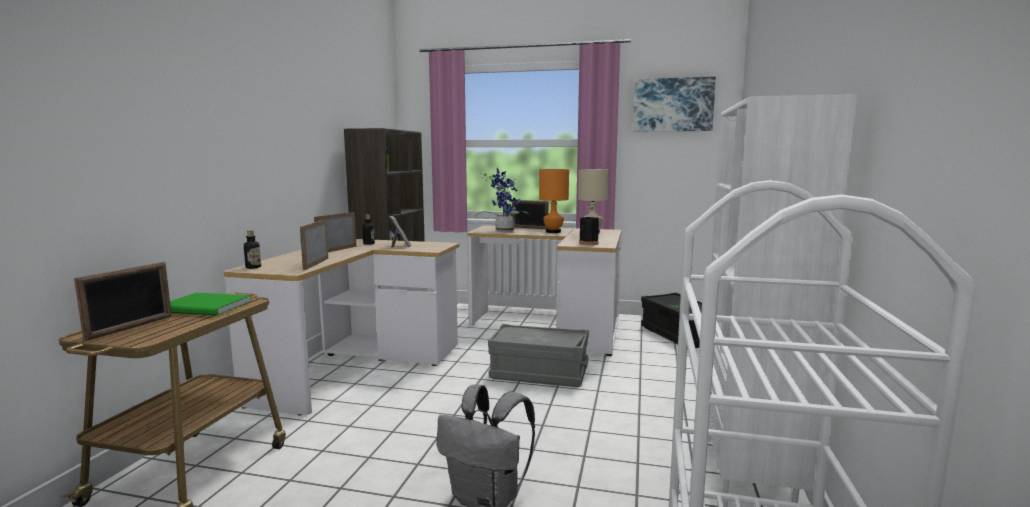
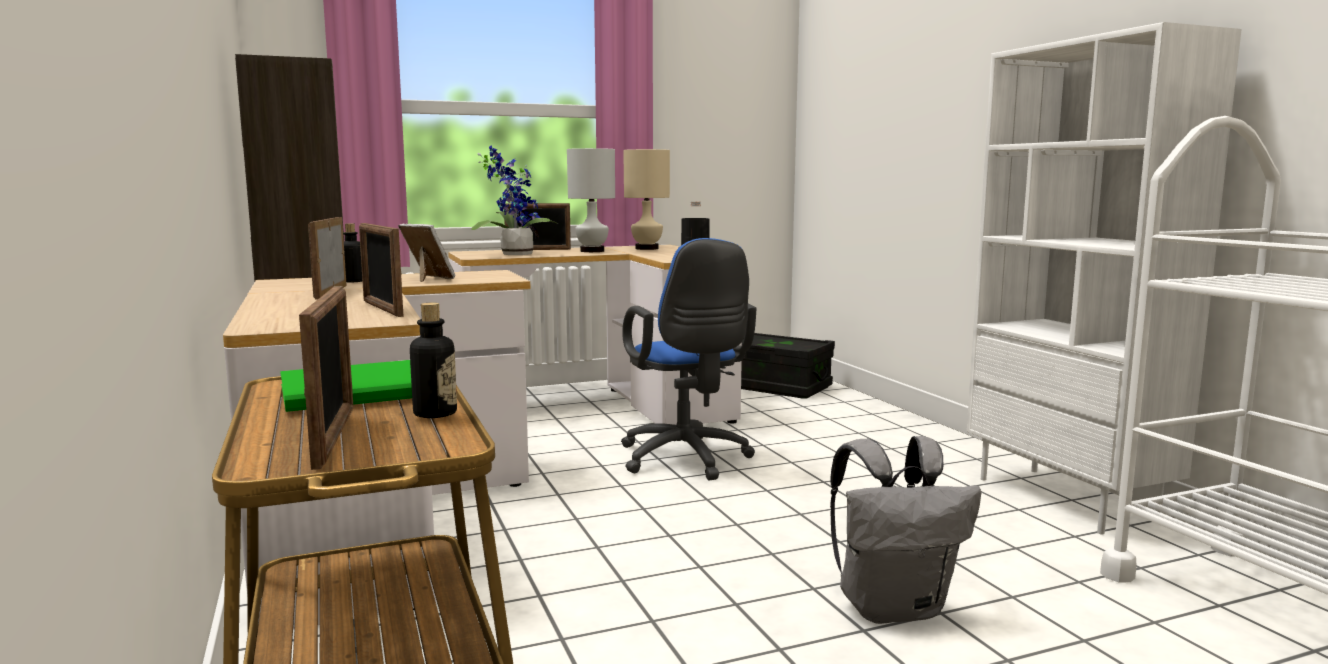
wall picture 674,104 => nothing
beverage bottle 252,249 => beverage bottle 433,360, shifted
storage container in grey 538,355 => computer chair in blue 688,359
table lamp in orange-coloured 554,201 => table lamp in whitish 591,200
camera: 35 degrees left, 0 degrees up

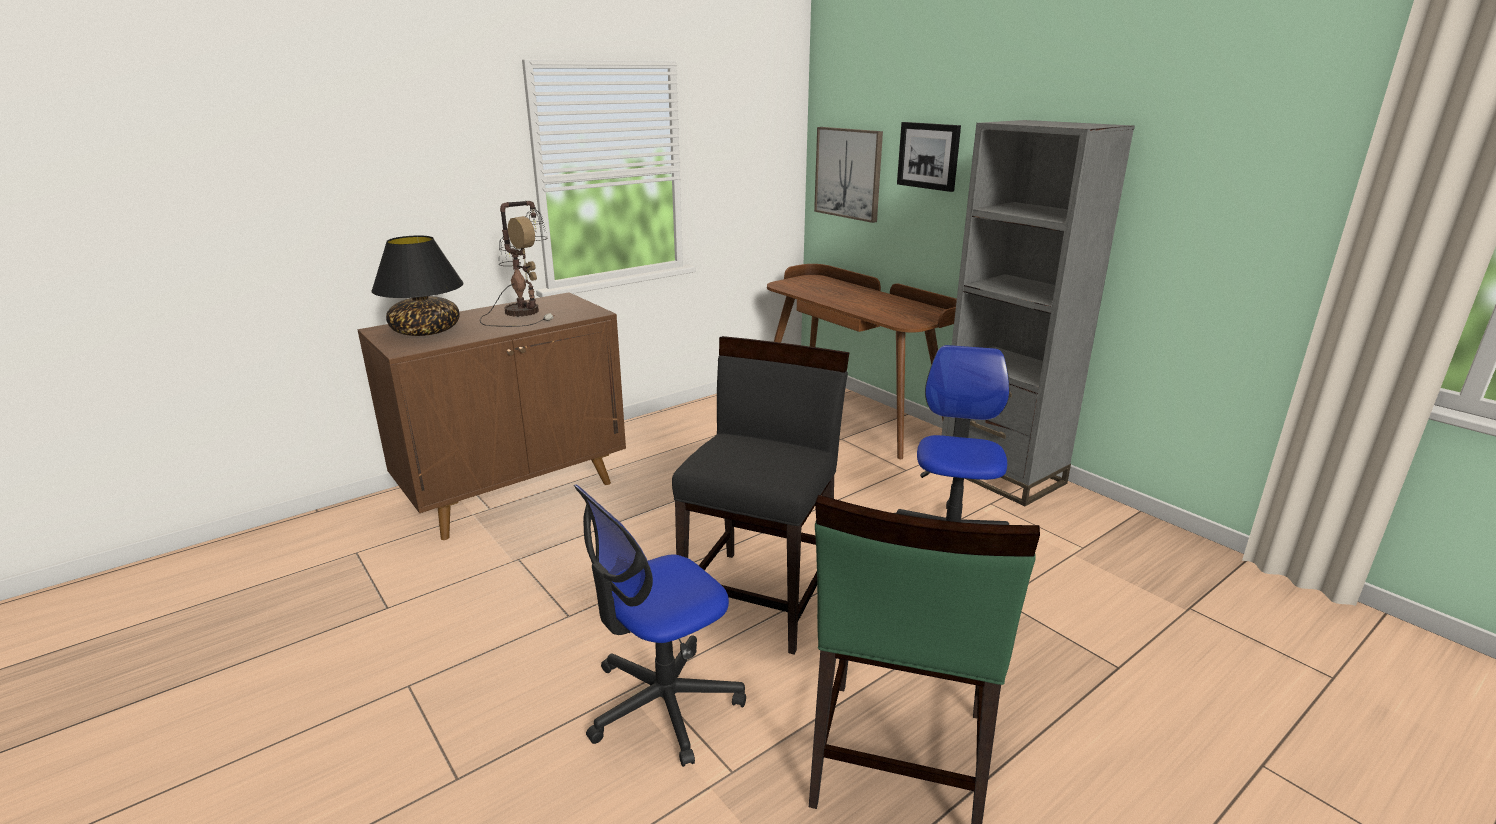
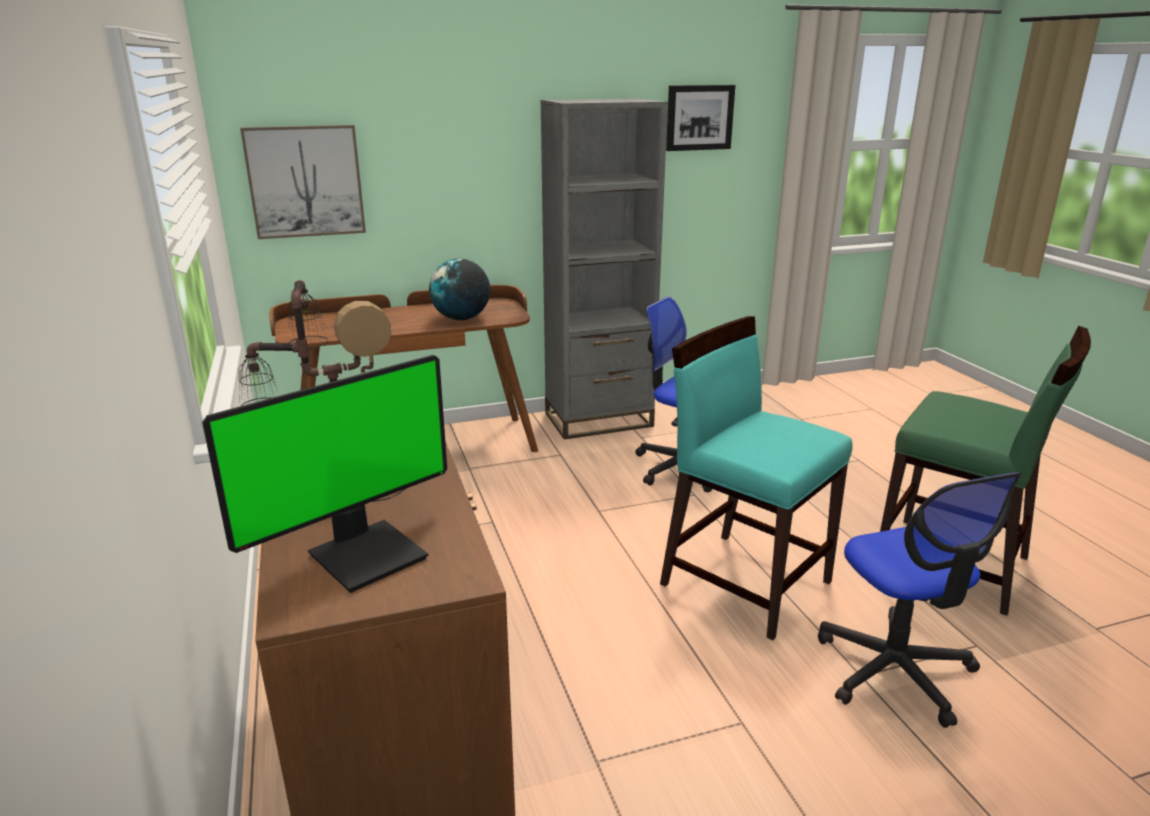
nothing => globe 459,289
wall picture 929,157 => wall picture 700,118, shifted
table lamp in black 417,285 => monitor 324,474
plain chair in black 760,495 => plain chair in turquoise-coloured 756,478
camera: 70 degrees left, 0 degrees up

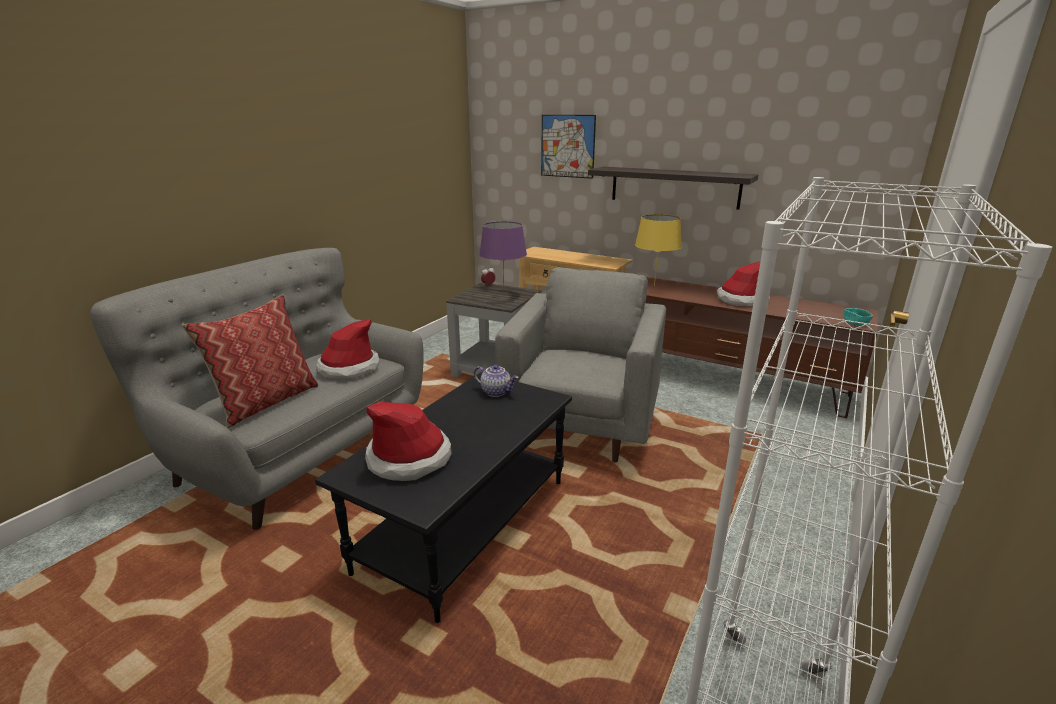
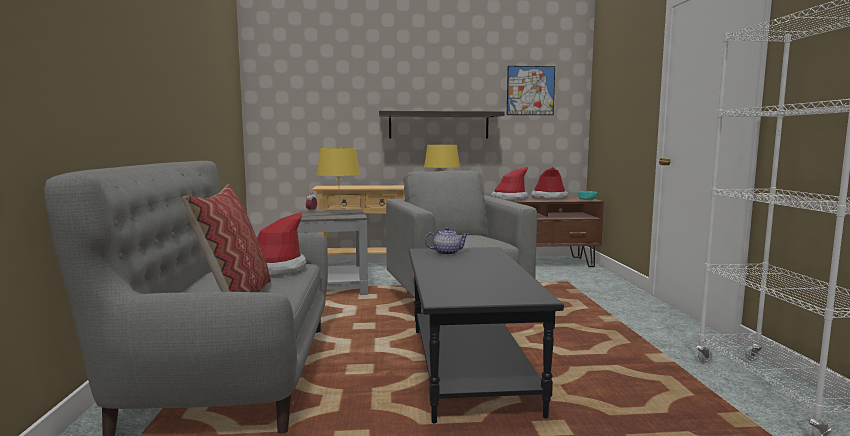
hat 408,441 => hat 549,183, shifted
wall picture 568,147 => wall picture 531,90, shifted
table lamp in purple-coloured 503,255 => table lamp in yellow 338,180
camera: 35 degrees left, 15 degrees down

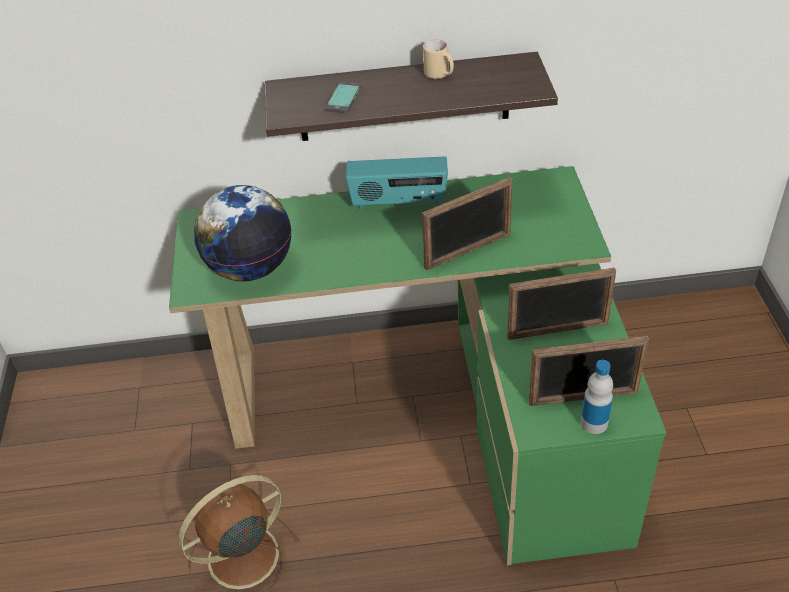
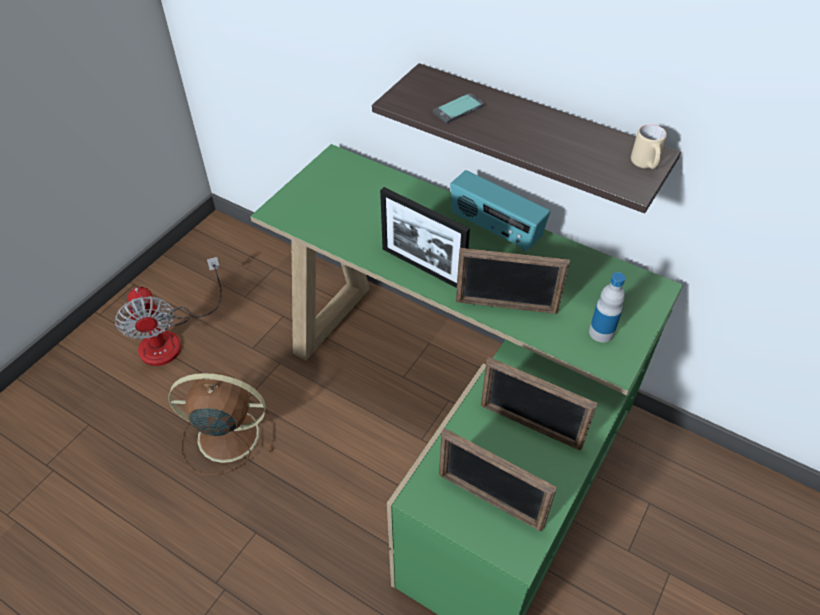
globe 242,233 => nothing
nothing => cooling fan 168,311
nothing => standing frame 425,237
mug in sand-coloured 438,59 => mug in sand-coloured 649,146, shifted
beverage bottle 597,397 => beverage bottle 607,307, shifted
camera: 35 degrees right, 5 degrees up

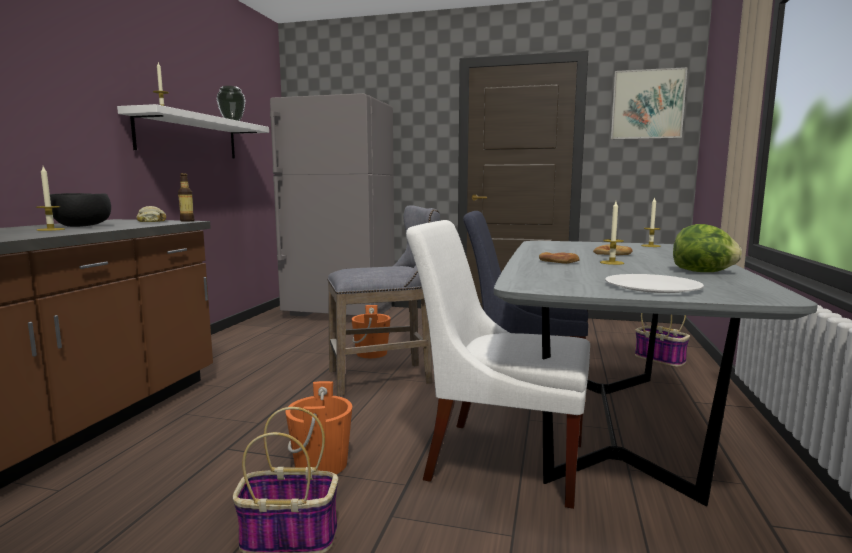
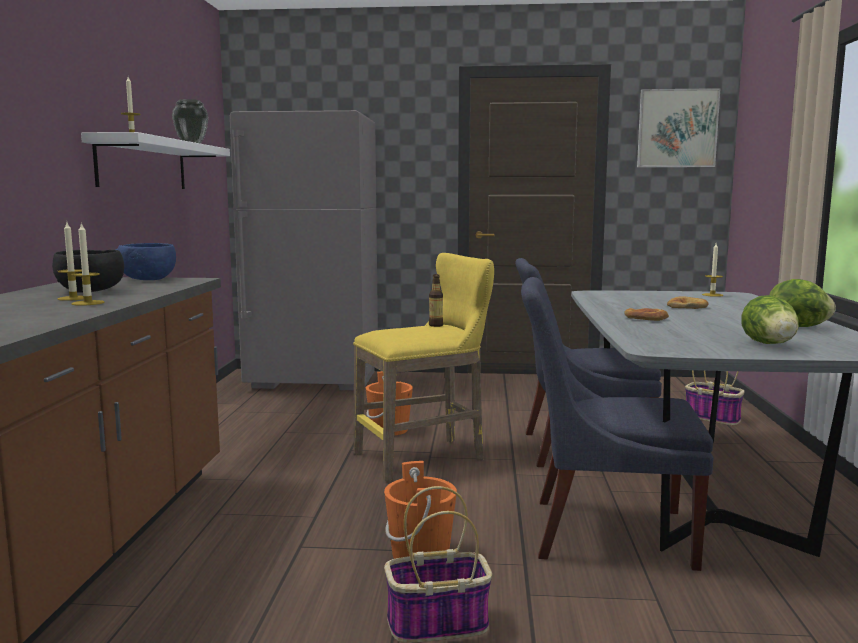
beverage bottle 186,197 => beverage bottle 436,300, shifted
candle 612,233 => candle 87,264, shifted
bread 151,214 => serving bowl in blue 146,261
plate in whitish 654,283 => lettuce head 770,319
sitting stool in grey 383,300 => sitting stool in yellow 423,367
plain chair in whitish 498,364 => plain chair in blue 617,424
camera: 10 degrees left, 0 degrees up

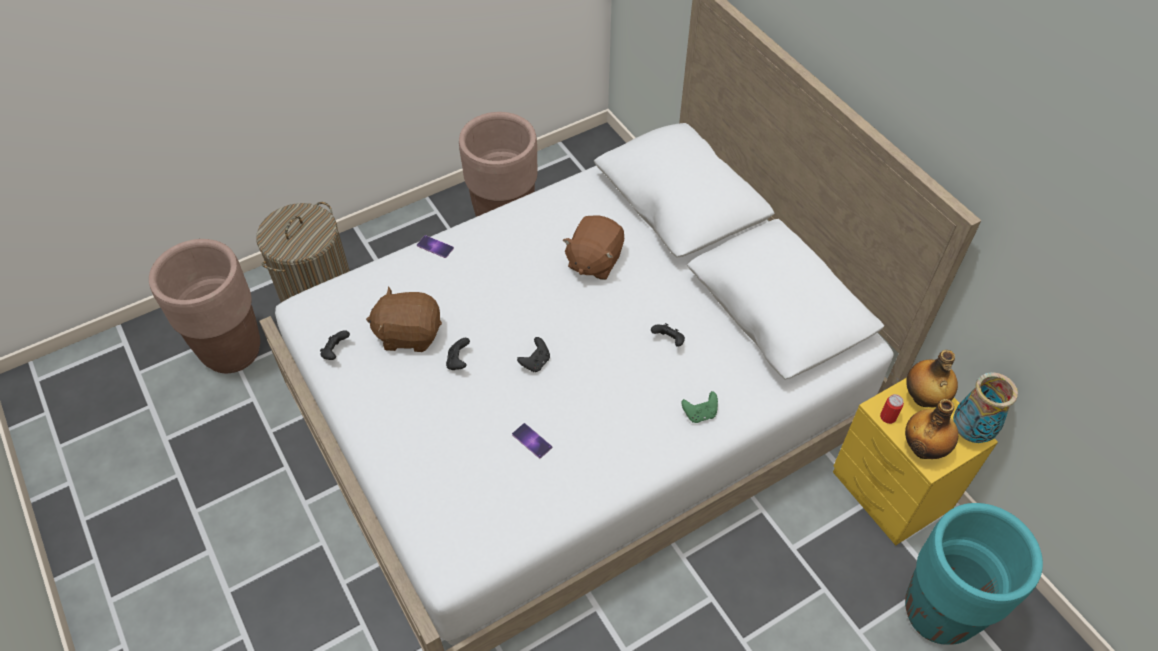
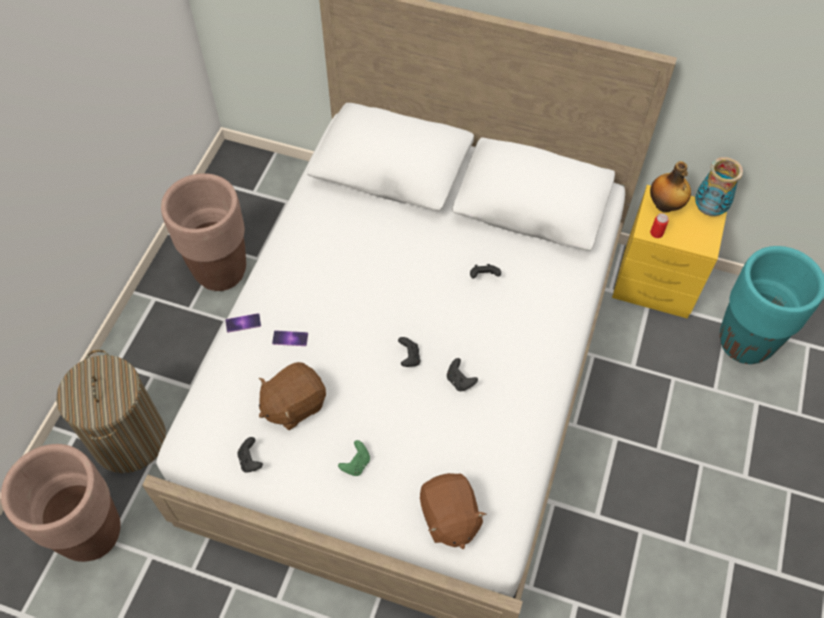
beverage bottle 931,429 => nothing
joypad in black 458,354 => joypad in black 462,374, shifted
telephone 532,440 => telephone 290,338, shifted
soft toy in brownish 593,247 => soft toy in brownish 453,511, shifted
joypad in green 699,407 => joypad in green 354,458, shifted
camera: 40 degrees left, 5 degrees up

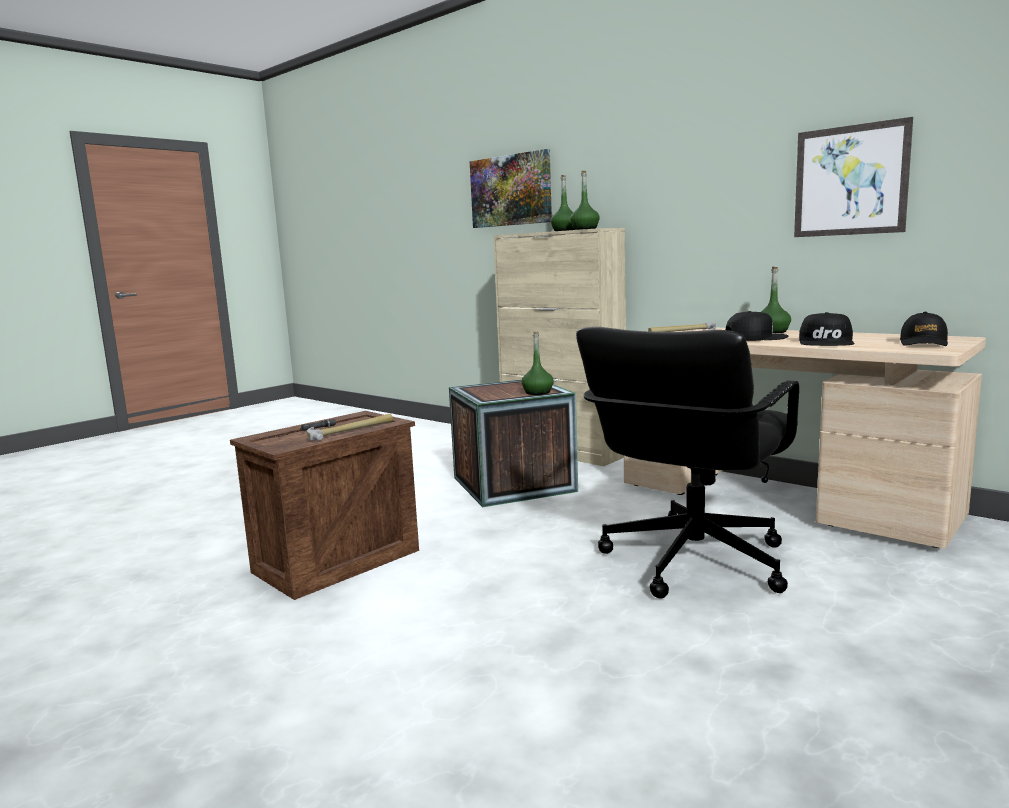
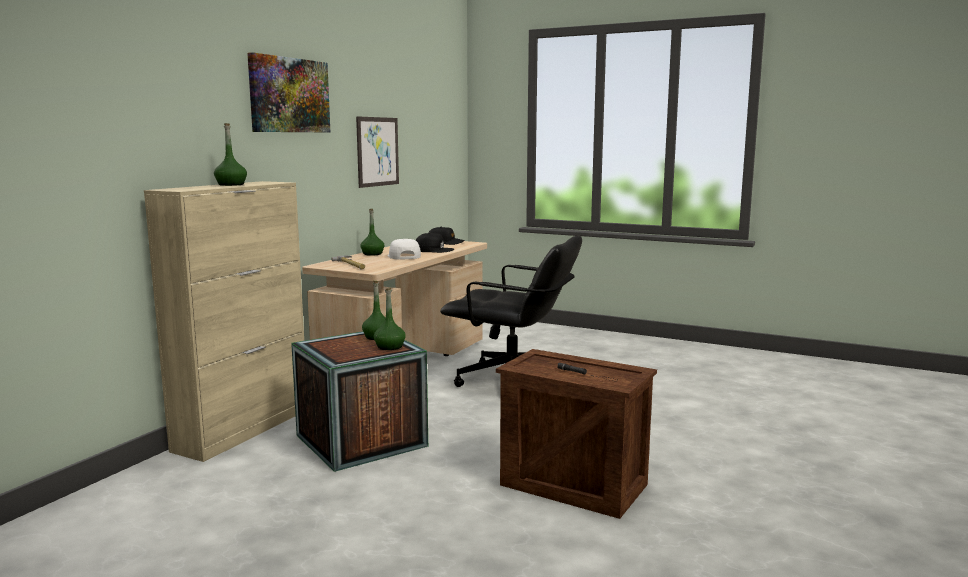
hammer 350,427 => nothing
wall picture 511,188 => wall picture 288,92, shifted
beverage bottle in green 585,200 => beverage bottle in green 390,319, shifted
baseball cap in black 757,326 => baseball cap in whitish 404,249
camera: 105 degrees left, 0 degrees up

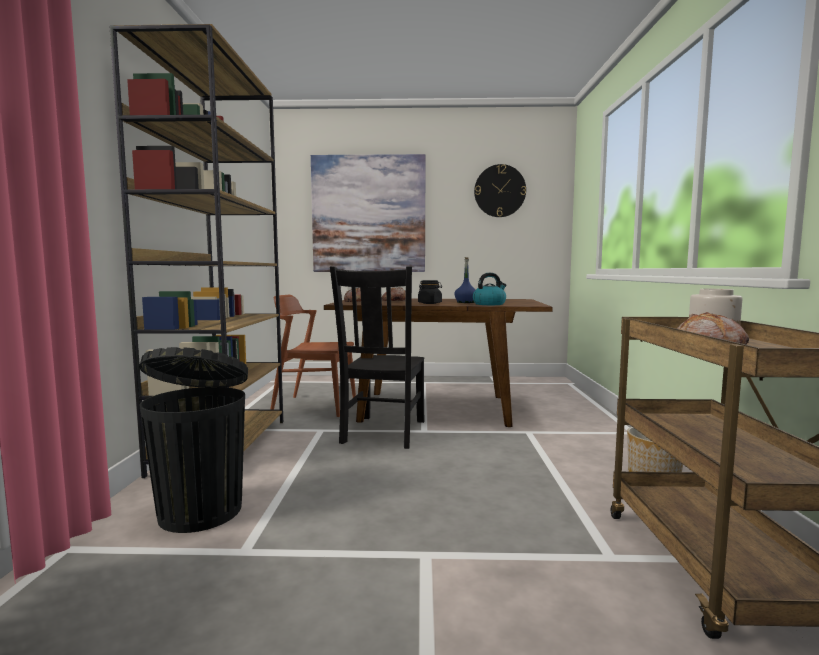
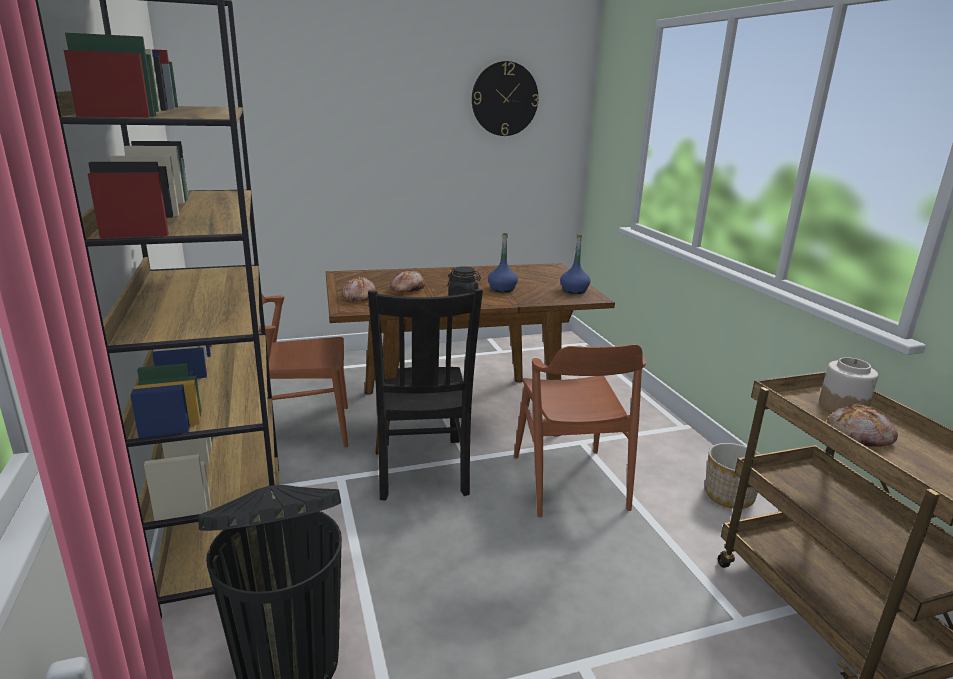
wall picture 368,213 => nothing
water kettle 489,289 => nothing
nothing => plain chair in brownish 580,431
nothing => beverage bottle in blue 575,264
camera: 20 degrees left, 15 degrees up

